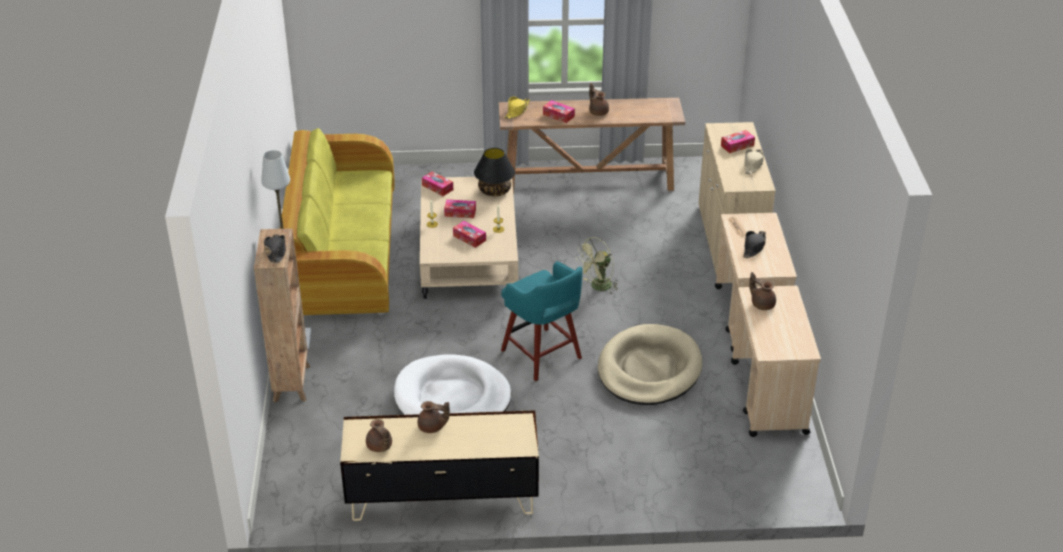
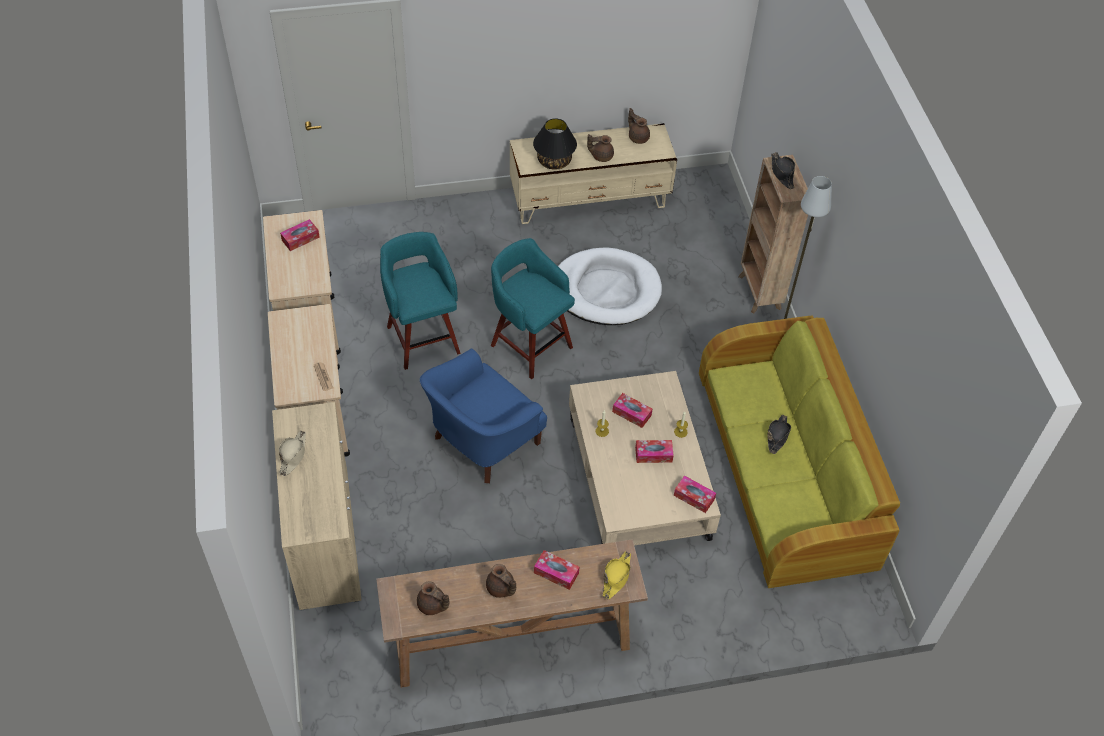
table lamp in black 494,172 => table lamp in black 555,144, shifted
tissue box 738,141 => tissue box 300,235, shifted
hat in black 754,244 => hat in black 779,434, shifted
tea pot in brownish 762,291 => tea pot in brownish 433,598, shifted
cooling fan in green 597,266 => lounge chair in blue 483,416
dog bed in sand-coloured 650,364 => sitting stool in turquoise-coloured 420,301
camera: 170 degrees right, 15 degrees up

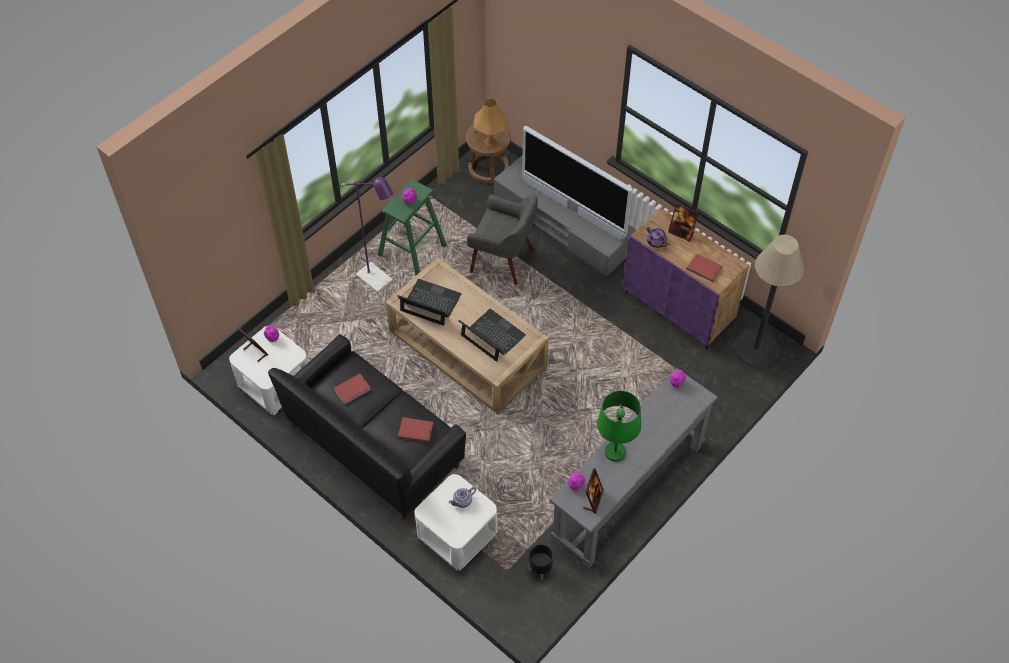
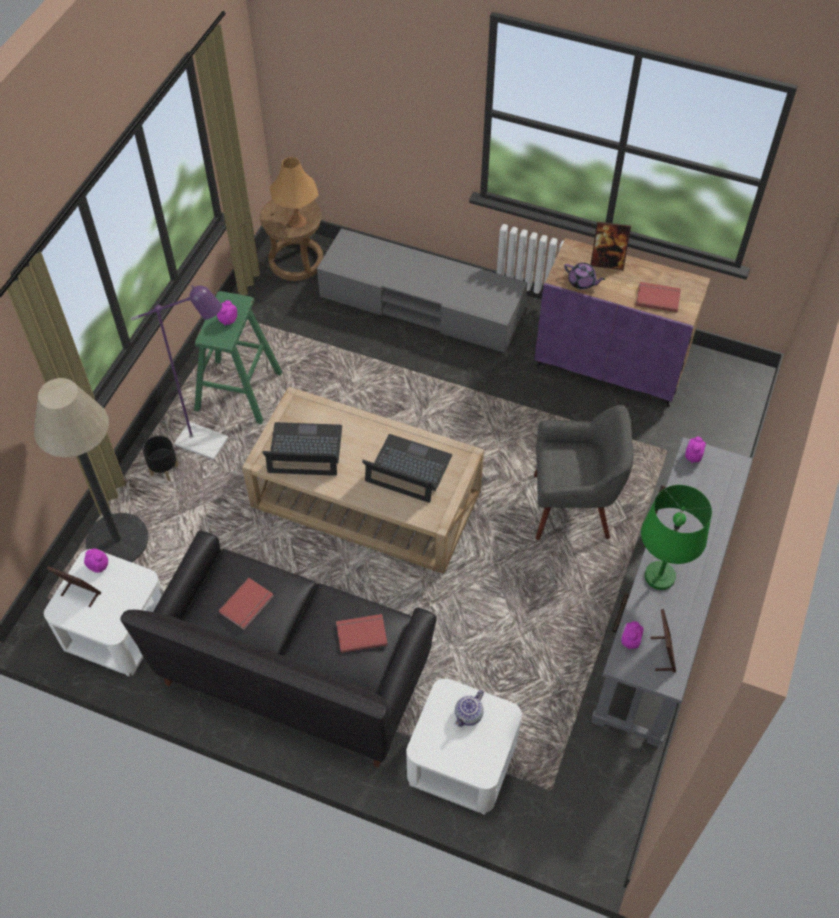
TV 577,182 => nothing
lounge chair in grey 502,239 => lounge chair in grey 583,472, shifted
plant pot in black 541,562 => plant pot in black 160,458, shifted
standard lamp 769,301 => standard lamp 91,470, shifted
camera: 20 degrees left, 0 degrees up

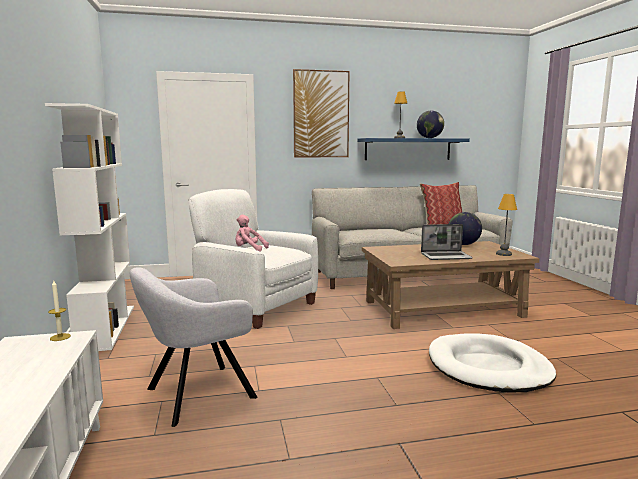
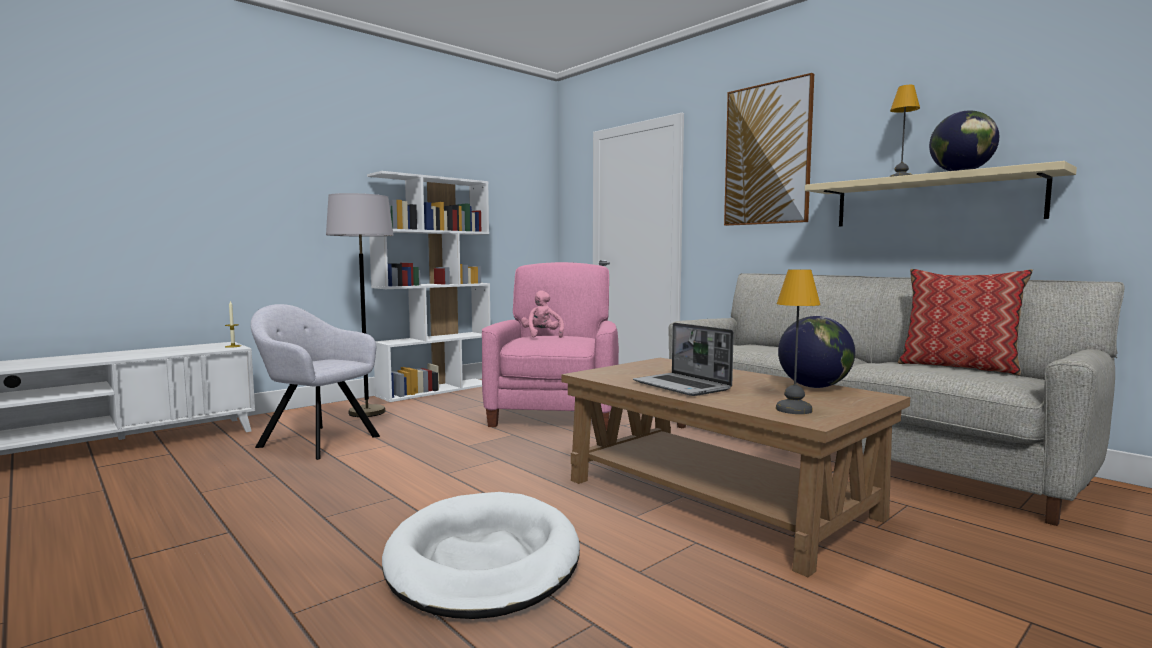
nothing => standard lamp in grey 360,305
lounge chair in whitish 253,259 => lounge chair in pink-coloured 550,346
bracket shelf in blue 414,149 => bracket shelf in sand-coloured 941,194
camera: 60 degrees right, 5 degrees down

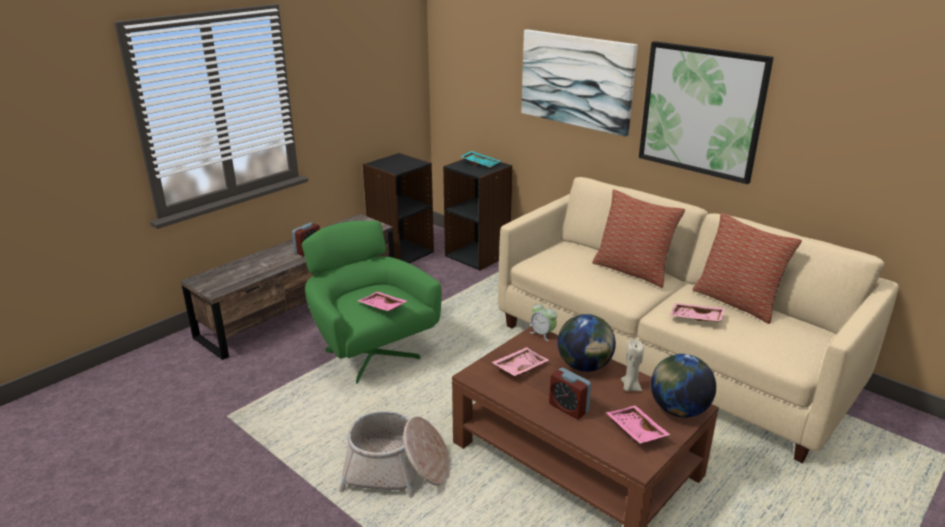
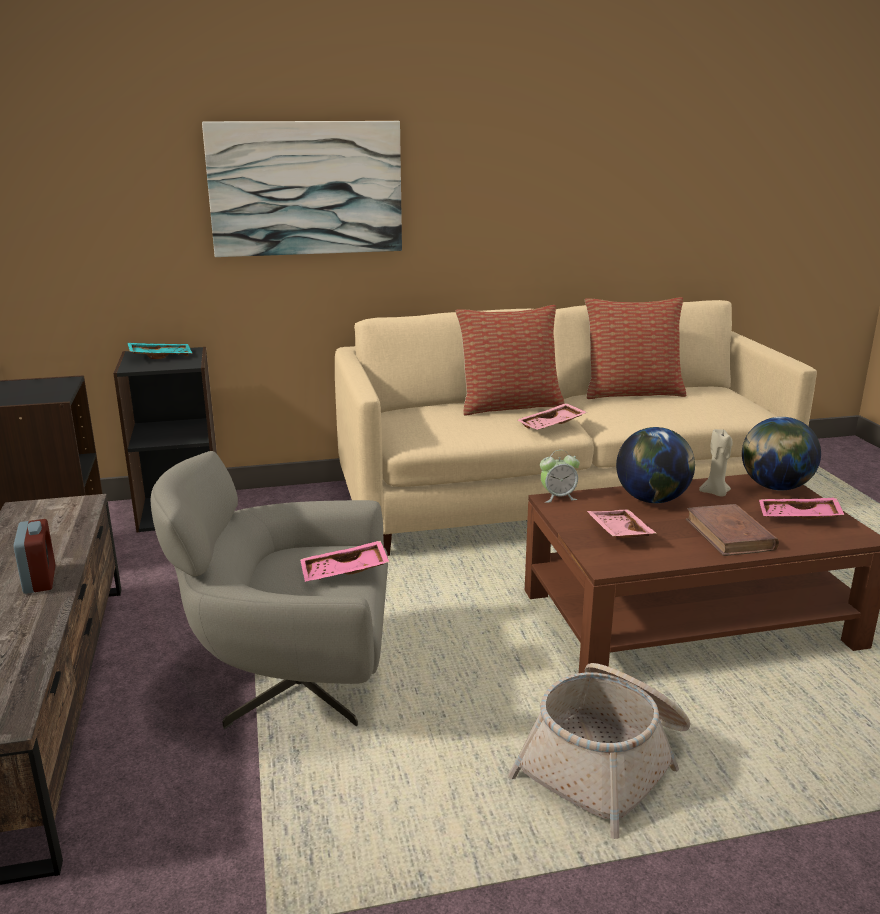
wall picture 706,112 => nothing
tray in pink-coloured 698,312 => tray in pink-coloured 553,416, shifted
bedside clock 570,393 => bound book in brownish 732,530
lounge chair in green 372,302 => lounge chair in grey 269,590
camera: 55 degrees left, 5 degrees down

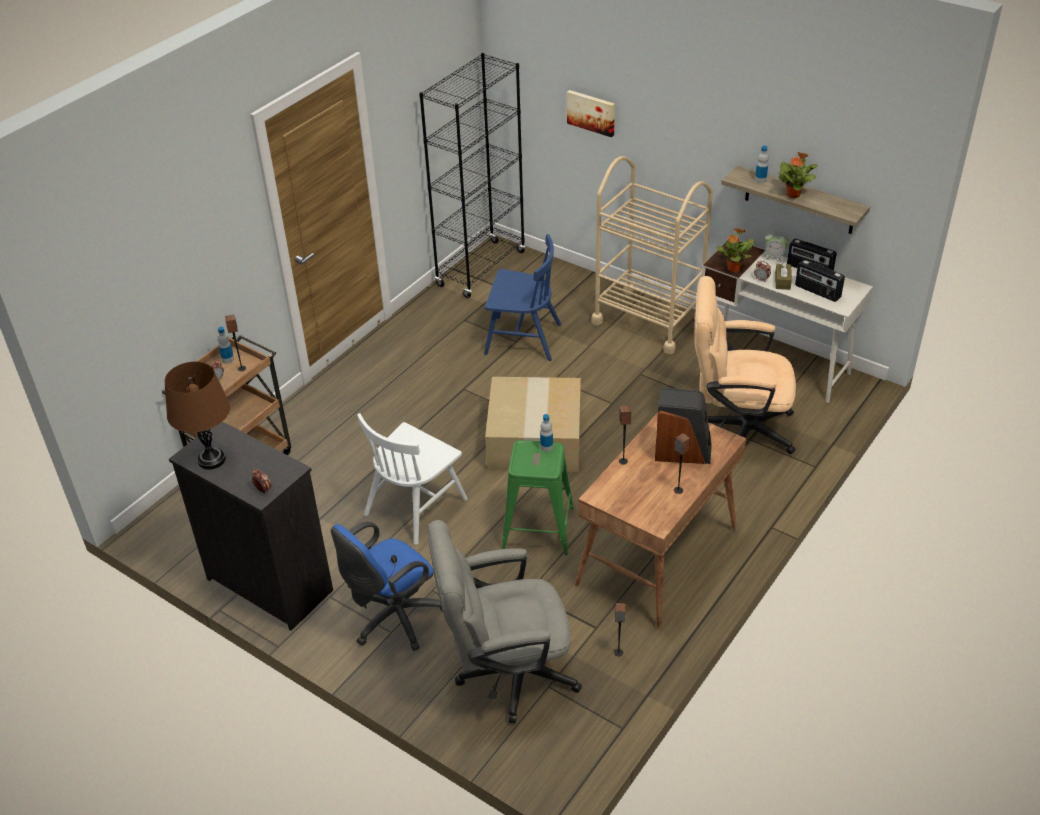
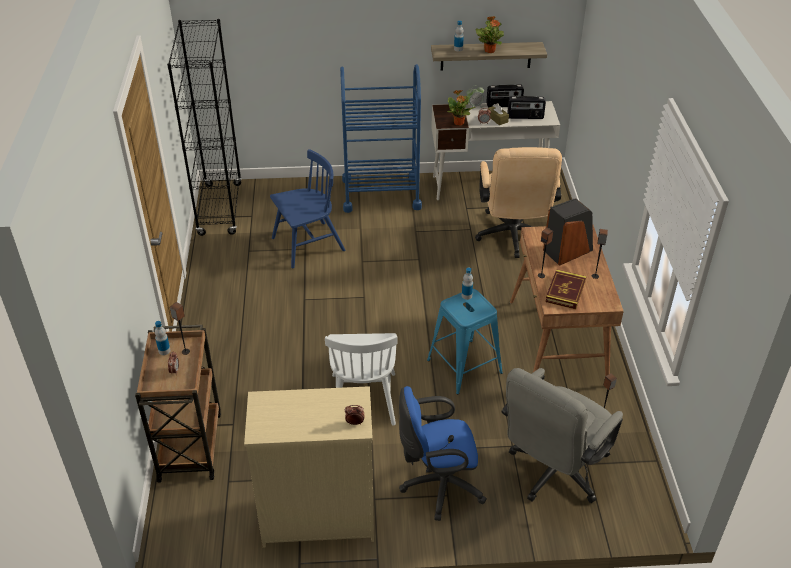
table lamp in brownish 197,416 => nothing
carton 533,424 => nothing
wall picture 591,113 => nothing
nothing => bound book 565,289
chest of drawers in black 251,526 => chest of drawers in sand-coloured 309,466
sitting stool in green 538,497 => sitting stool in blue 465,341
cart in sand-coloured 652,255 => cart in blue 381,138
computer chair in blue 387,586 => computer chair in blue 443,453, 75 degrees clockwise
computer chair in sand-coloured 745,365 => computer chair in sand-coloured 518,202, 60 degrees counterclockwise
camera: 40 degrees left, 0 degrees up

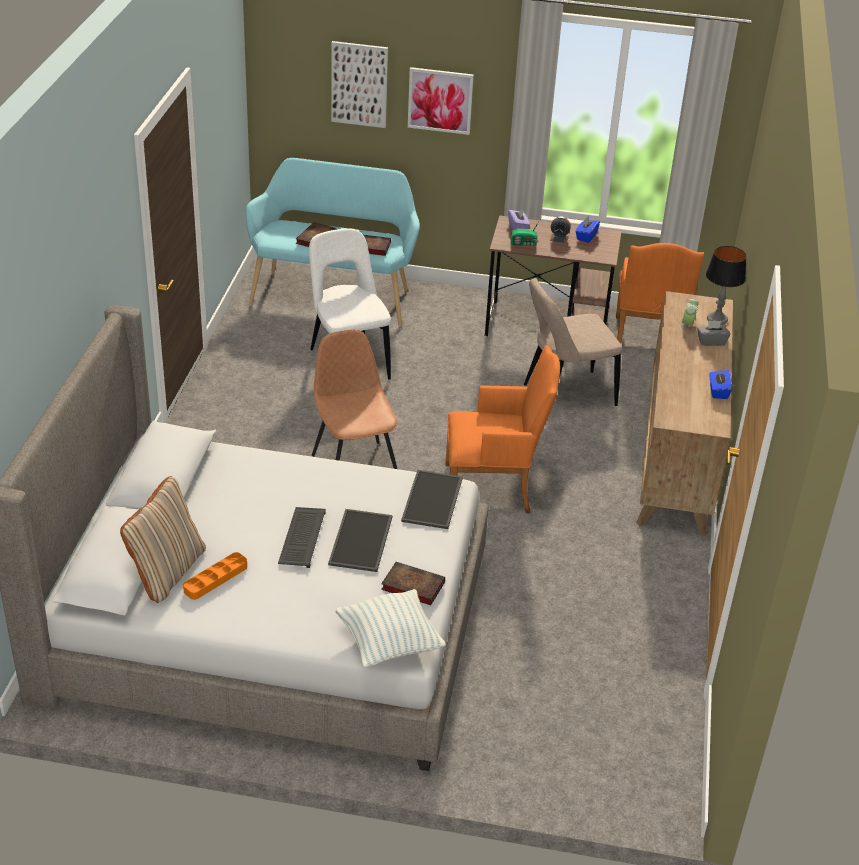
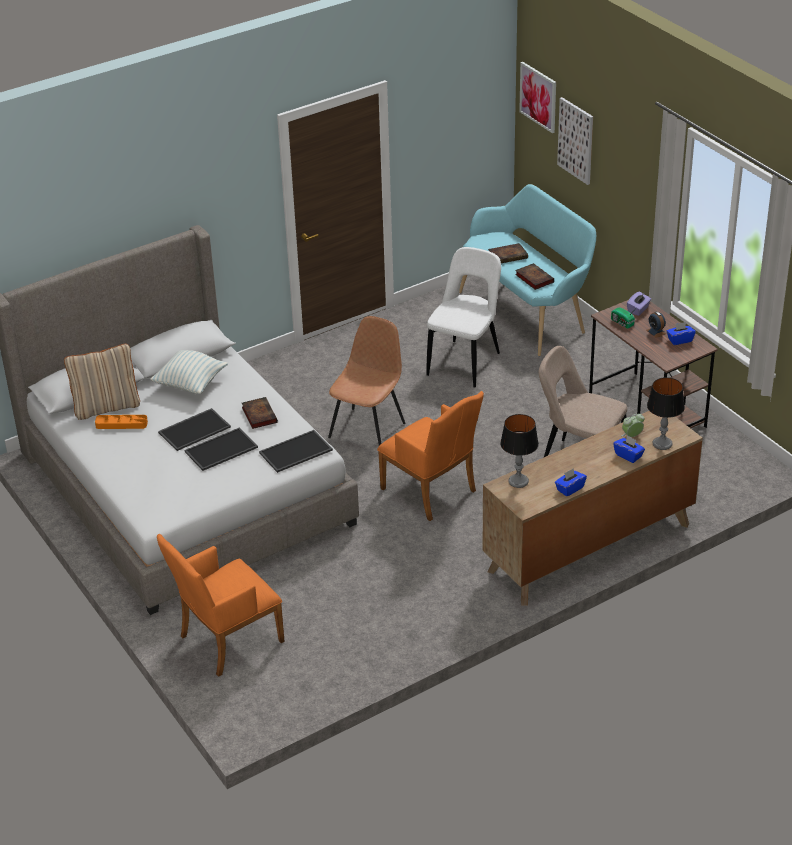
nothing => table lamp 519,451
throw pillow 391,628 => throw pillow 189,372, shifted
bound book 413,583 => bound book 260,413, shifted
wall picture 441,101 => wall picture 537,97, shifted
lounge chair in orange-coloured 660,293 => lounge chair in orange-coloured 221,605, shifted
keyboard 302,537 => tray 194,429
tissue box in grey 713,333 => tissue box in blue 629,449
camera: 50 degrees right, 0 degrees up

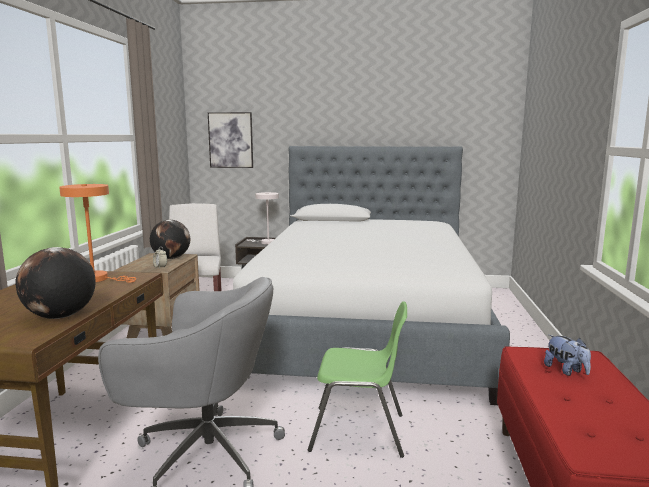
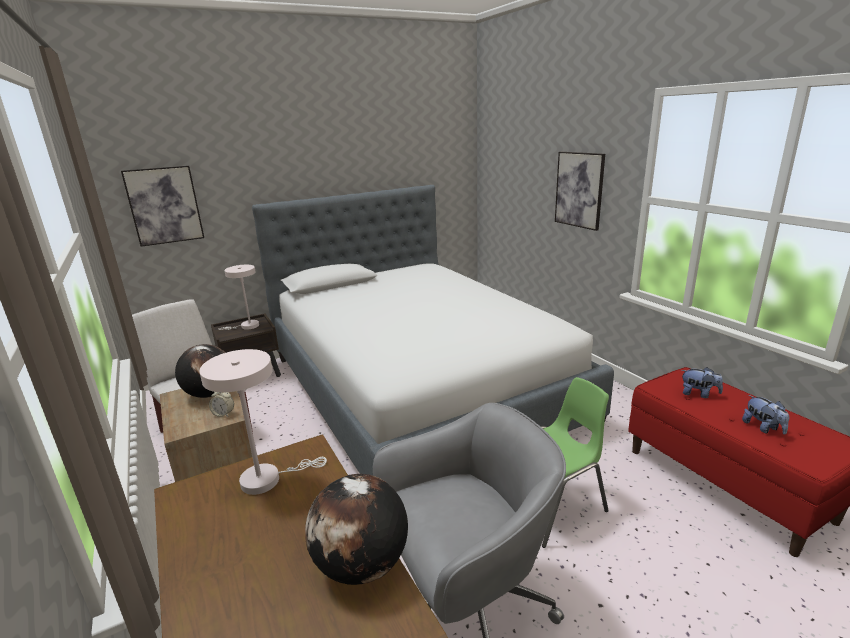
nothing => wall picture 580,191
nothing => soft toy 765,415
table lamp in orange-coloured 97,233 => table lamp in whitish 263,422
camera: 35 degrees left, 10 degrees up

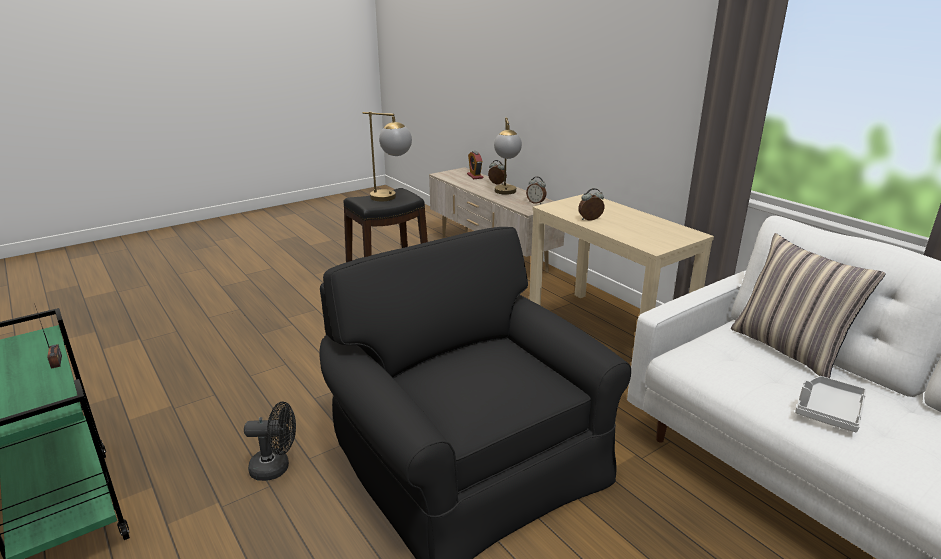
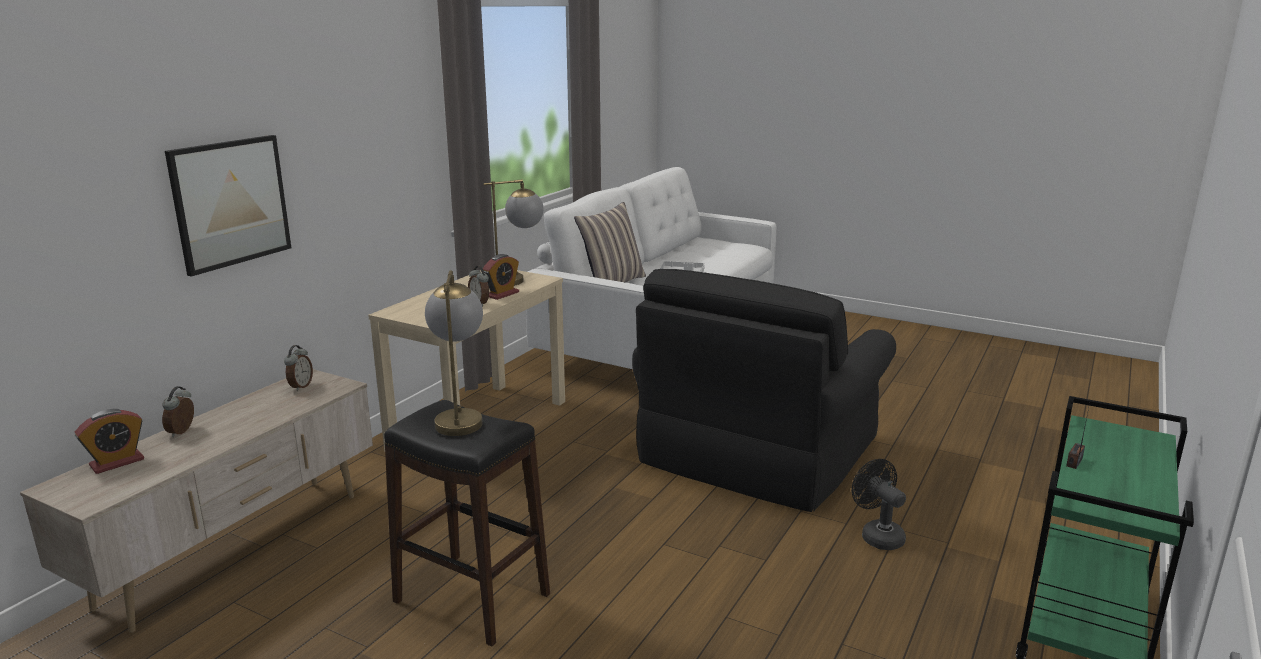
nothing => wall picture 228,206
nothing => bedside clock 501,277
table lamp 508,156 => table lamp 513,233, shifted
camera: 115 degrees left, 5 degrees down

